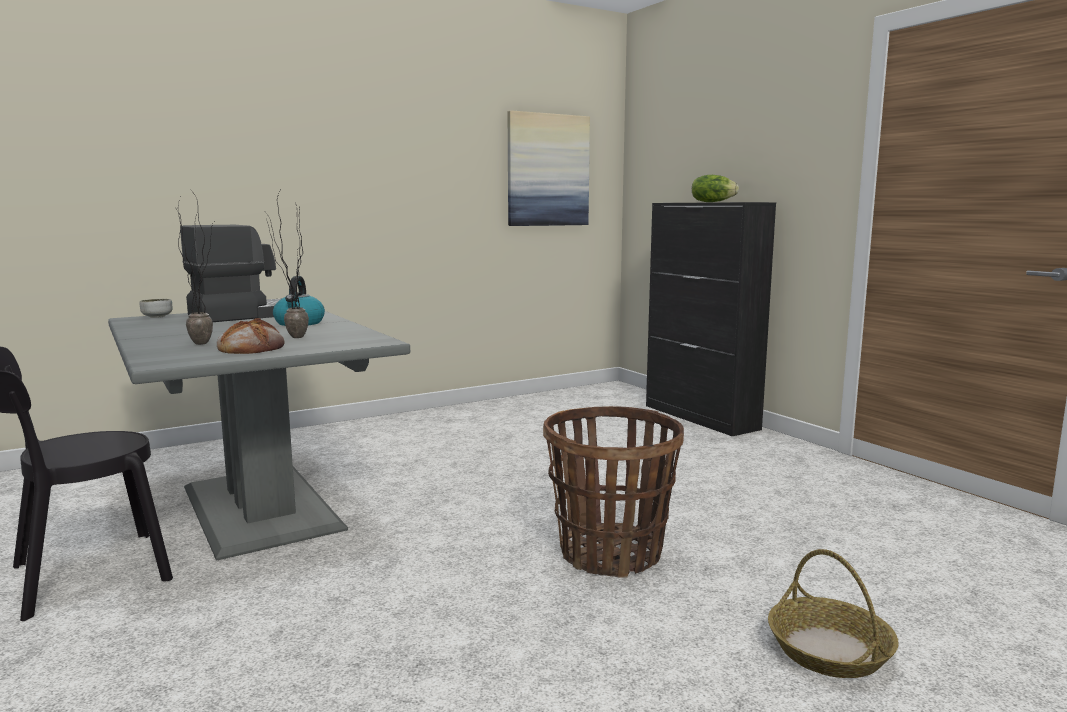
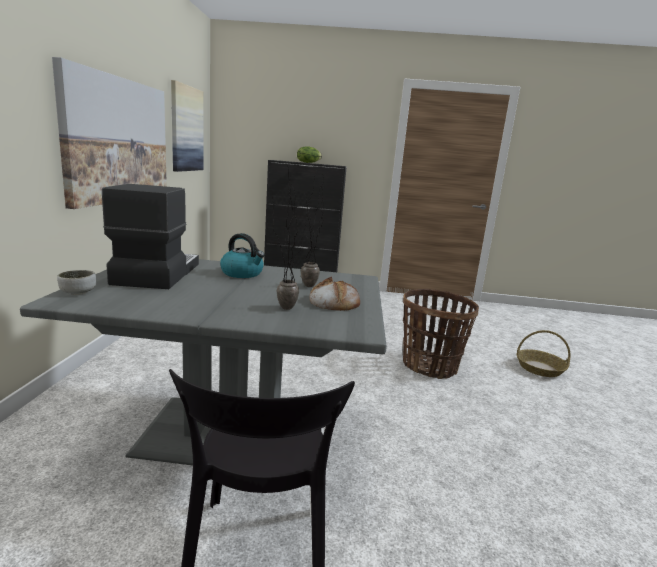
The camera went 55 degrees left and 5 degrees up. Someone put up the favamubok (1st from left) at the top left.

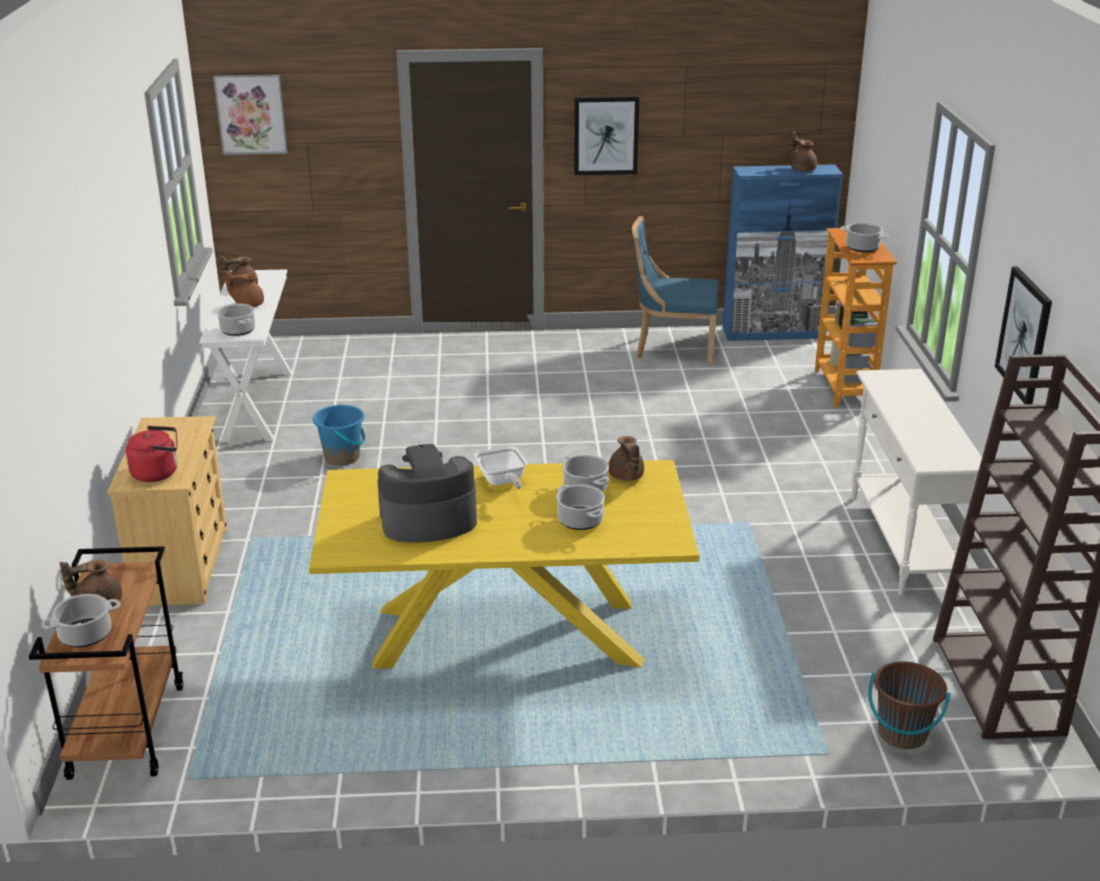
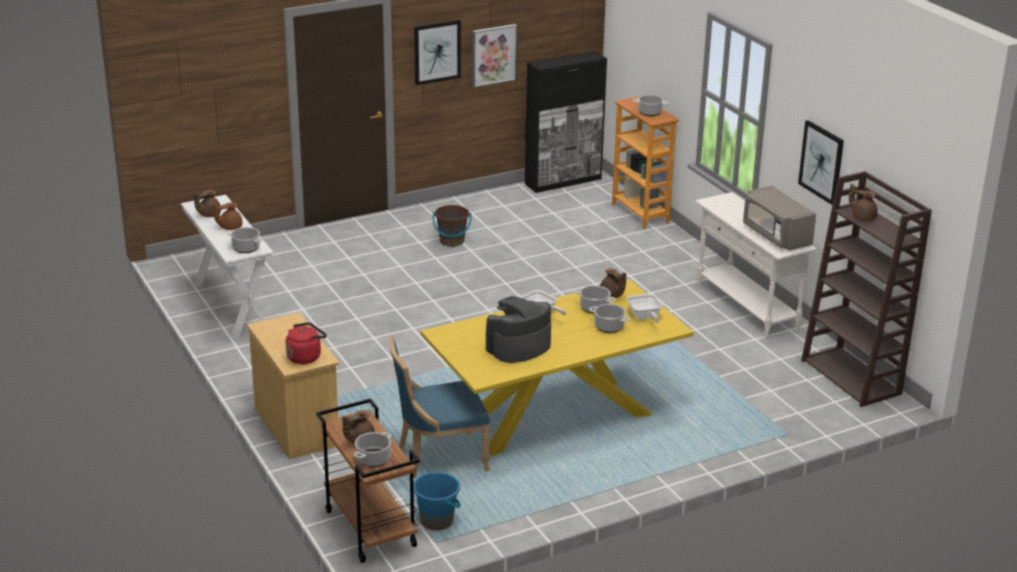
The camera went 25 degrees left and 0 degrees up. Someone carried the favamubok (1st from left in the first image) from the top left to the top centre. Someone carried the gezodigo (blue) from the middle left to the bottom centre. Someone carried the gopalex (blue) from the top centre to the bottom centre. Someone repainted the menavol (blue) at the top right, which became the menavol (black) at the top centre. Someone carried the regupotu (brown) (5th from left) from the top right to the middle right. Someone carried the gezodigo (brown) from the bottom right to the centre. Someone put down the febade (2nd from left) at the centre. Someone put down the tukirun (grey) at the middle right.

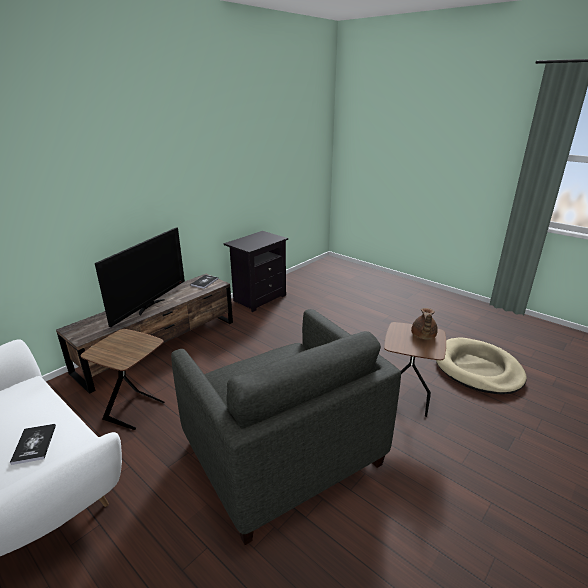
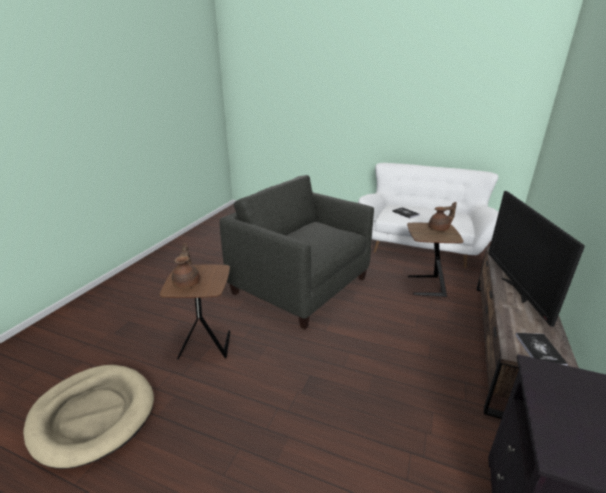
The camera went 160 degrees right and 0 degrees up. Someone put down the regupotu (brown) (2nd from left) at the middle right.

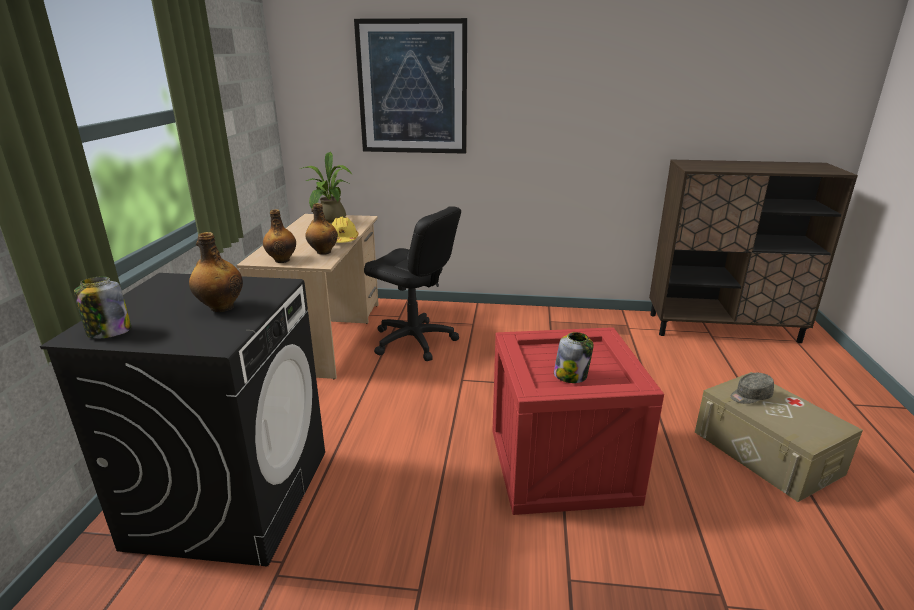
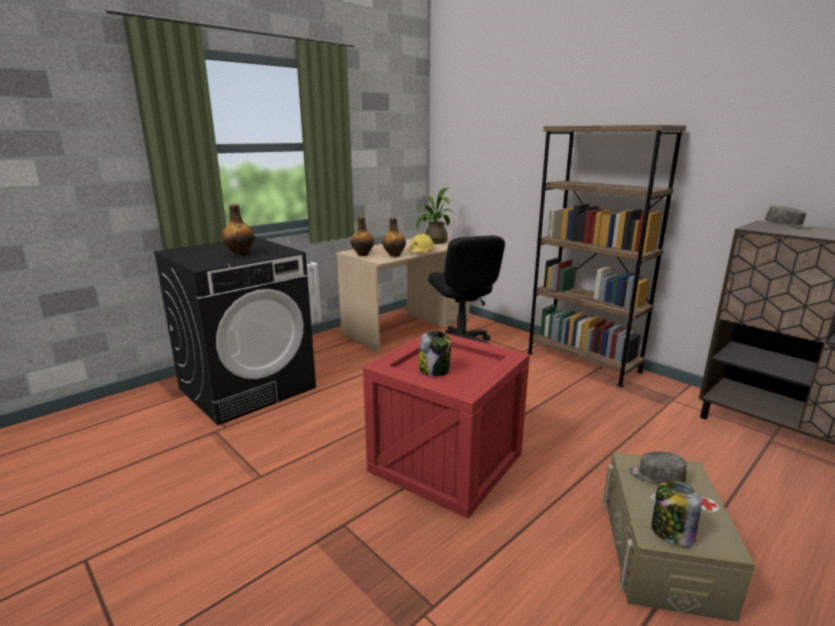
The camera went 40 degrees right and 5 degrees down. Someone carried the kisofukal (1st from left in the first image) from the middle left to the bottom right. Someone took away the favamubok at the top centre. Someone put down the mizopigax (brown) at the middle right. Someone put down the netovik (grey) (2nd from left) at the middle right.

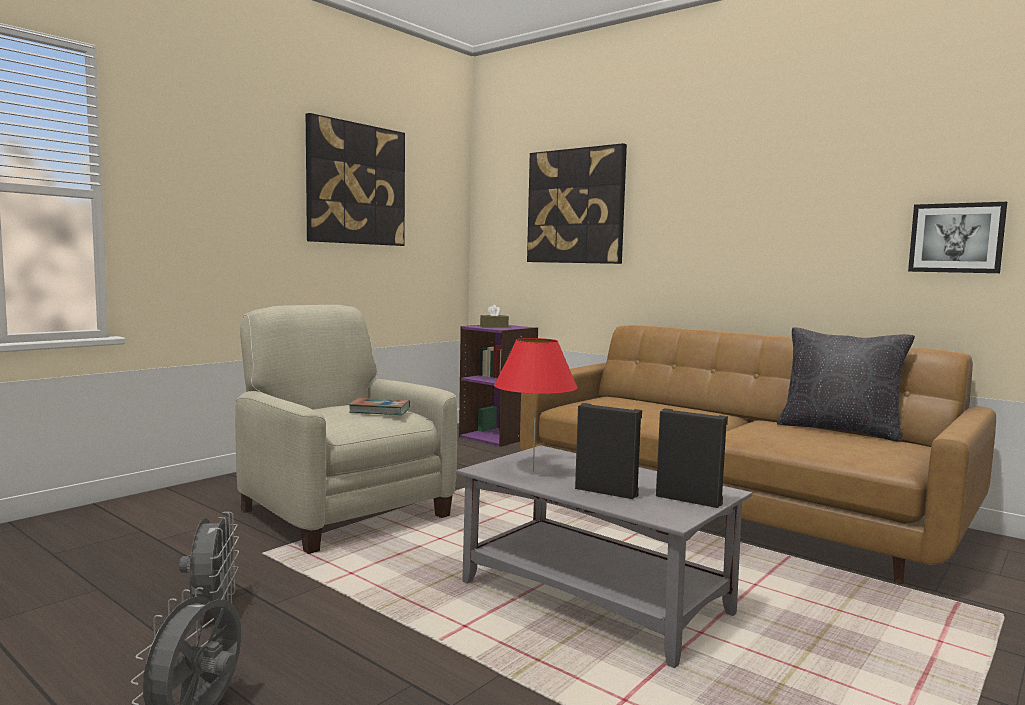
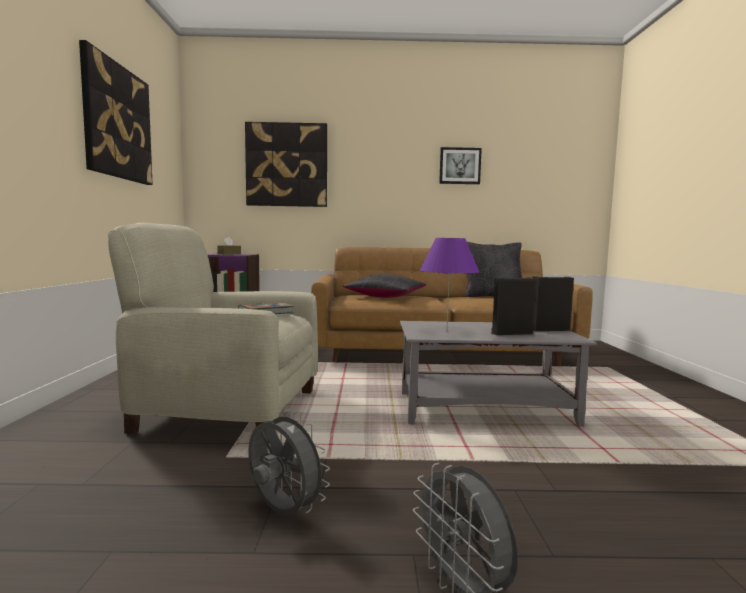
The camera went 40 degrees left and 0 degrees up. Someone repainted the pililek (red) at the centre, which became the pililek (purple) at the centre. Someone carried the favamubok (3rd from left) from the middle right to the top centre. Someone put down the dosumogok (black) (1st from left) at the centre.

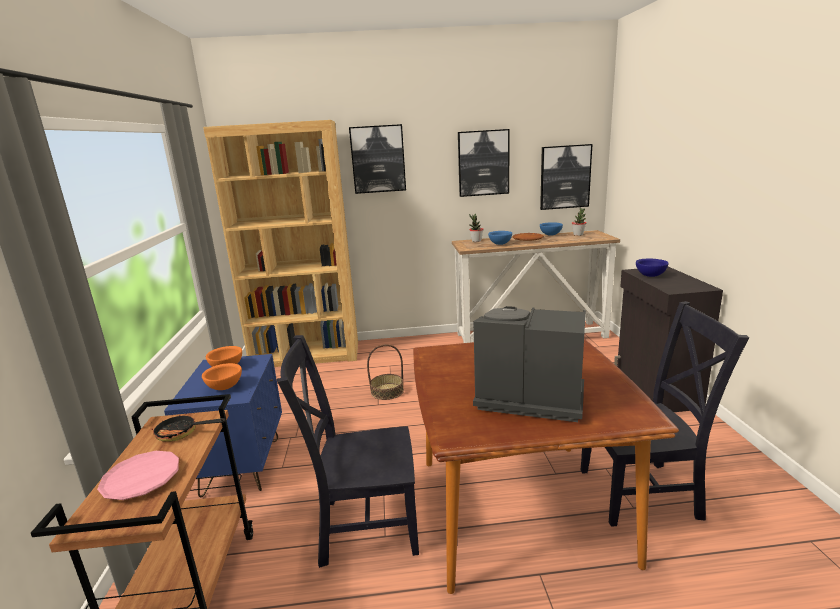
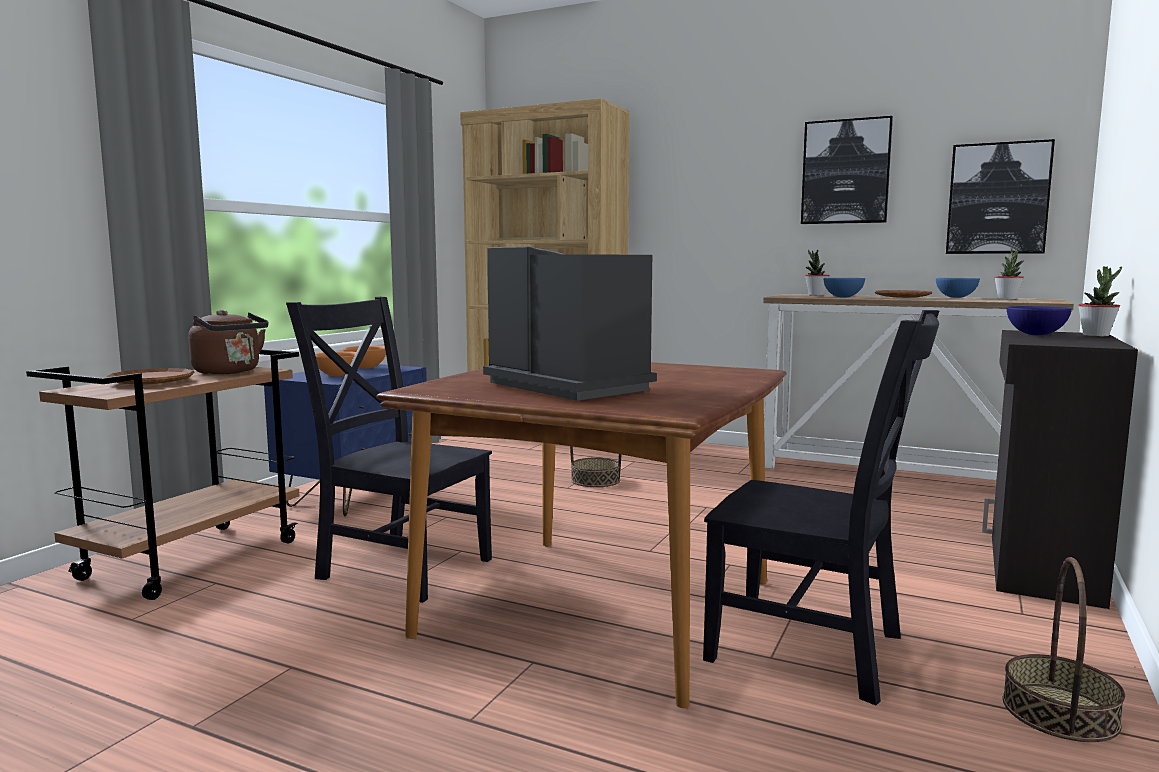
The camera went 30 degrees right and 10 degrees down. Someone repainted the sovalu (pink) at the bottom left, which became the sovalu (brown) (1st from left) at the middle left. Someone swapped the febade at the bottom left for the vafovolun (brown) at the middle left. Someone took away the favamubok (1st from left) at the top centre. Someone put down the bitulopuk (2nd from left) at the bottom right. Someone put down the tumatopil (3rd from left) at the middle right.

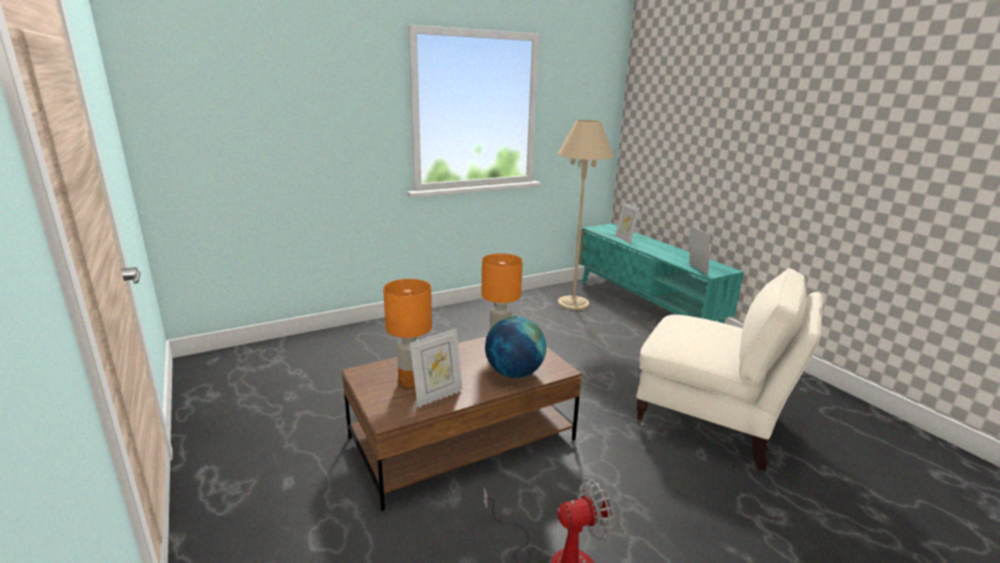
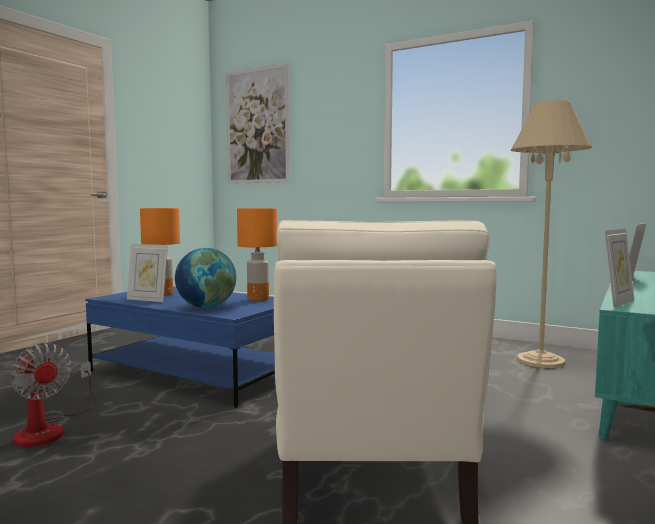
The camera went 60 degrees right and 15 degrees down. Someone repainted the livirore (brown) at the bottom centre, which became the livirore (blue) at the middle left. Someone put up the favamubok at the top centre.

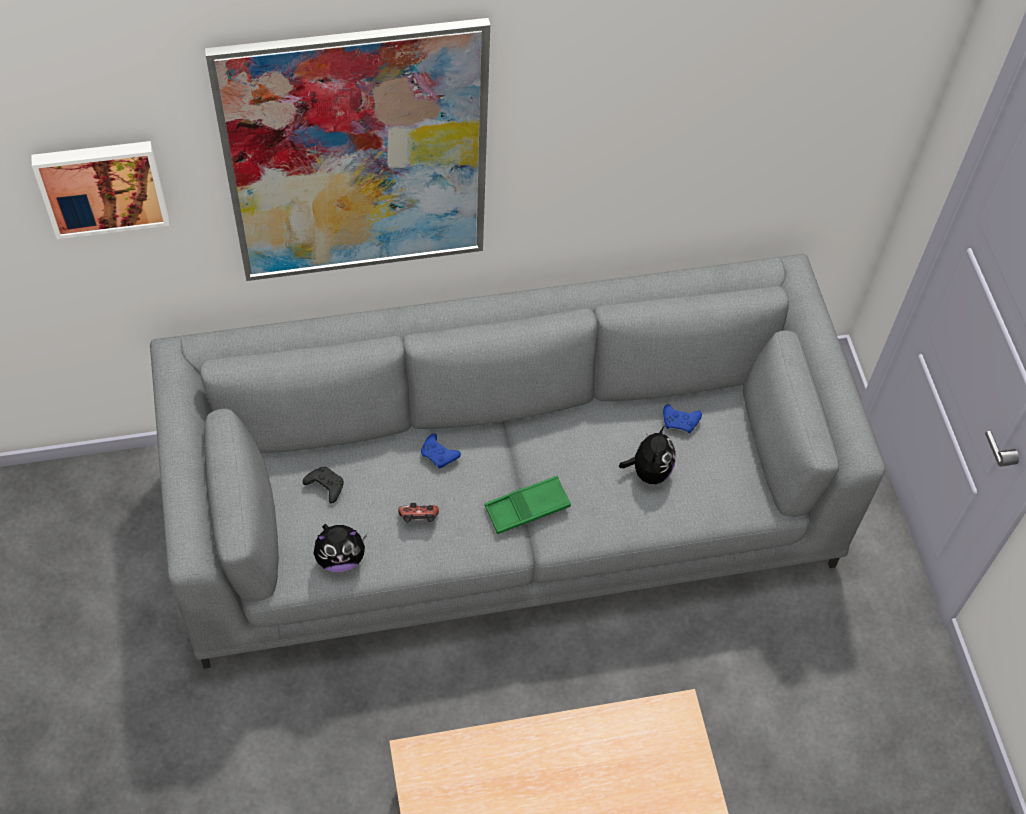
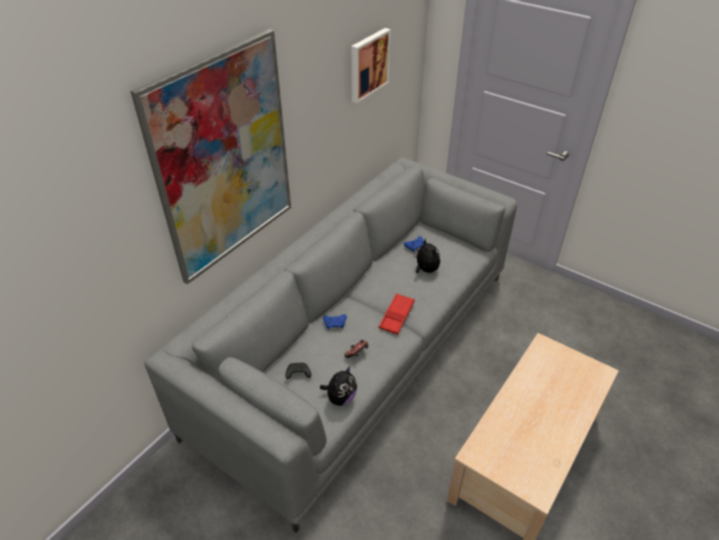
The camera went 40 degrees left and 15 degrees down. Someone carried the favamubok (1st from left in the first image) from the top left to the top centre. Someone repainted the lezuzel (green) at the centre, which became the lezuzel (red) at the centre.

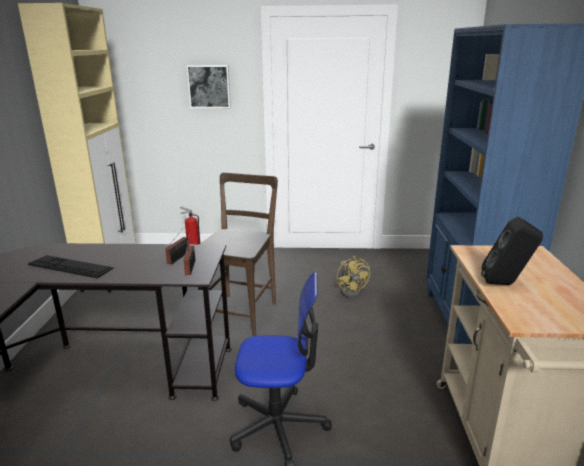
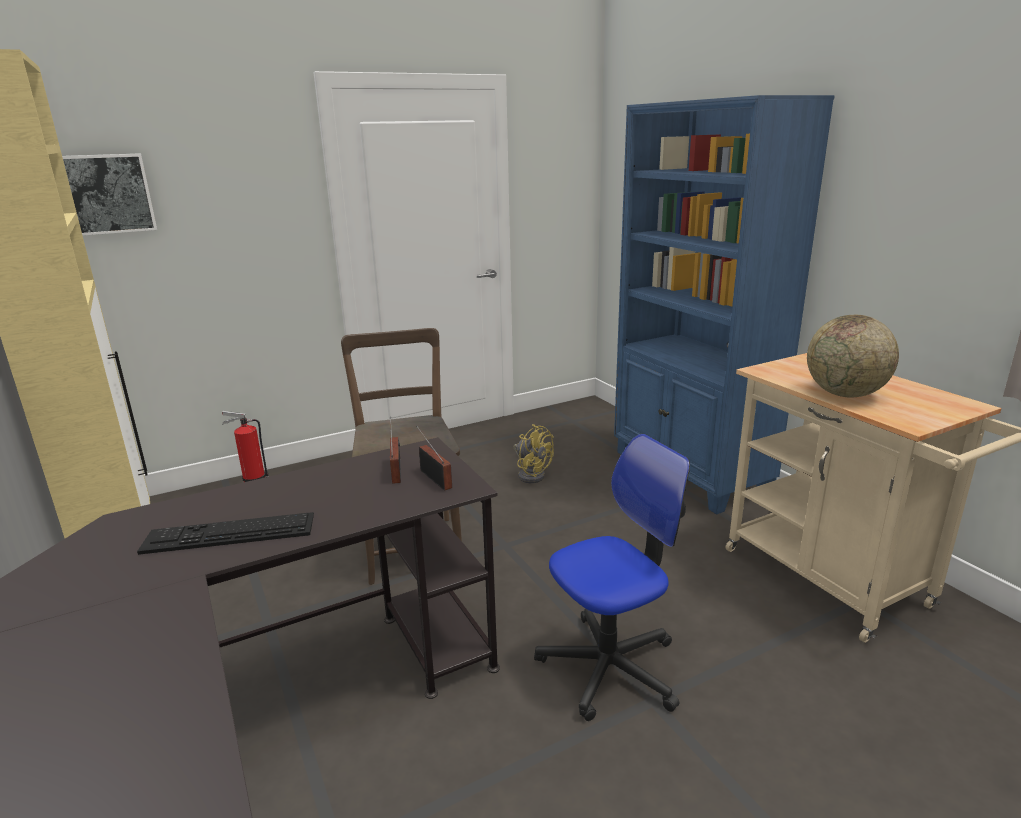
The camera went 30 degrees left and 0 degrees up. Someone carried the favamubok from the top centre to the top left. Someone swapped the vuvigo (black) at the middle right for the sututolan at the middle right.

